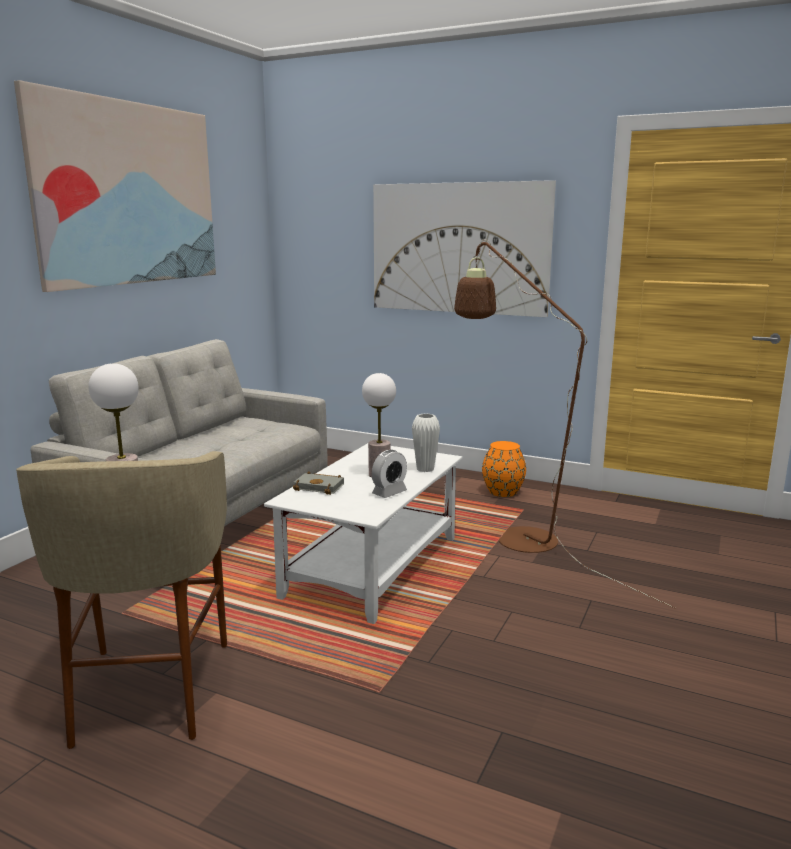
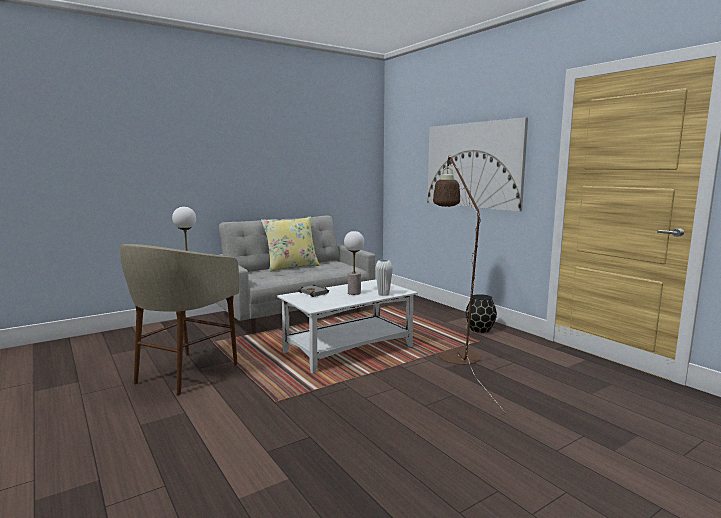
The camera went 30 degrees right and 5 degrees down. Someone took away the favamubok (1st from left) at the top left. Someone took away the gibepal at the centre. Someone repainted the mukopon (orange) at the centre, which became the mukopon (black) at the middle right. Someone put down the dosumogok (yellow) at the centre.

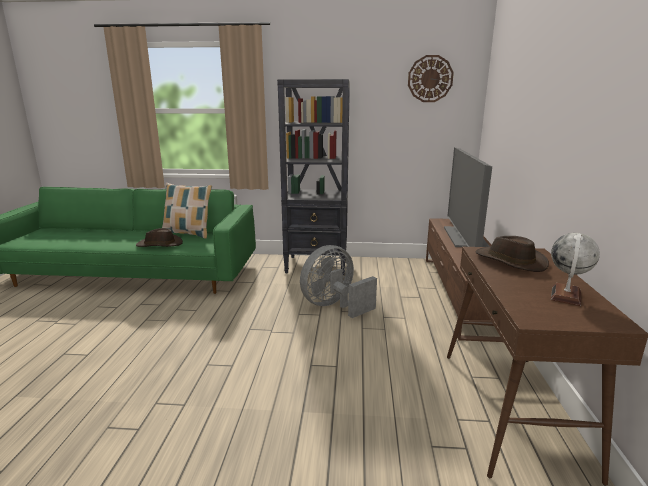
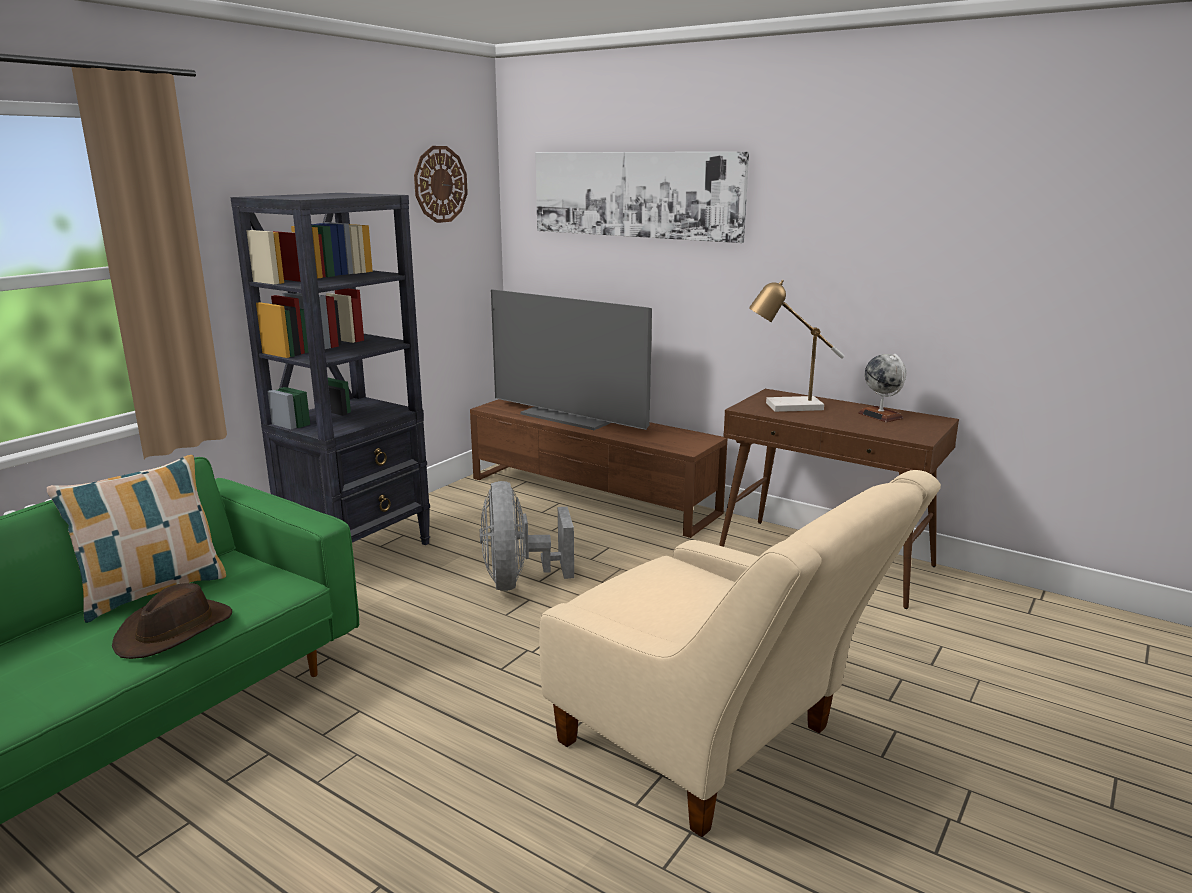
The camera went 60 degrees left and 0 degrees up. Someone swapped the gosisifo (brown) (2nd from left) at the middle right for the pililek at the middle right. Someone put up the favamubok at the top centre. Someone put down the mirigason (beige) at the bottom centre.

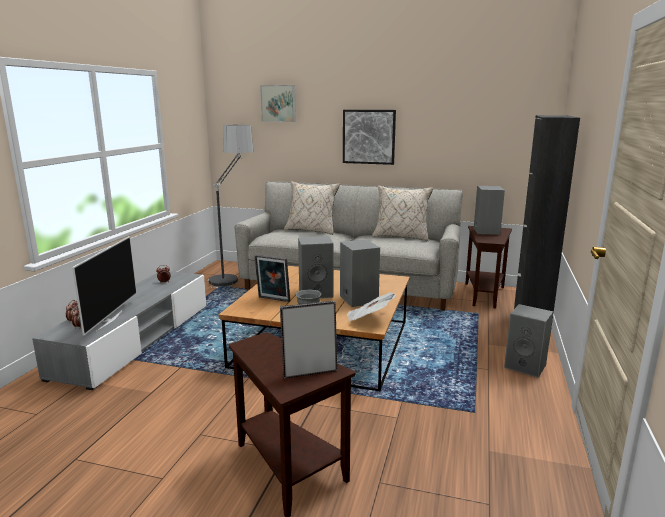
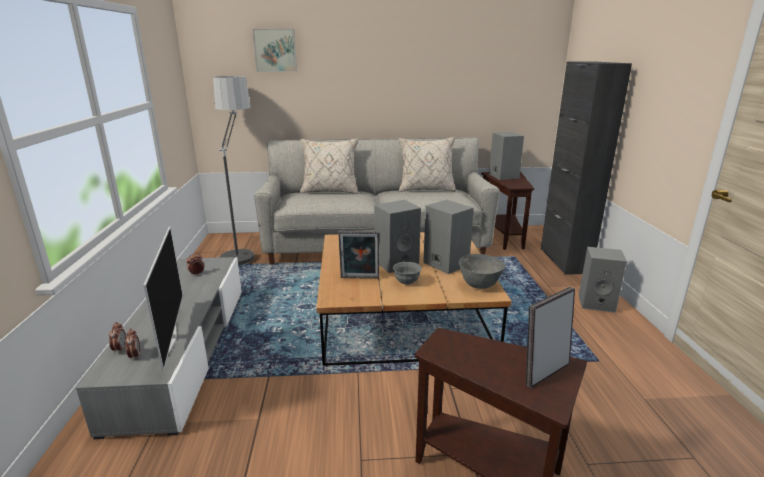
The camera went 20 degrees left and 5 degrees up. Someone took away the favamubok (2nd from left) at the top centre. Someone swapped the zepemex at the centre for the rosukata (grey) (2nd from left) at the centre.

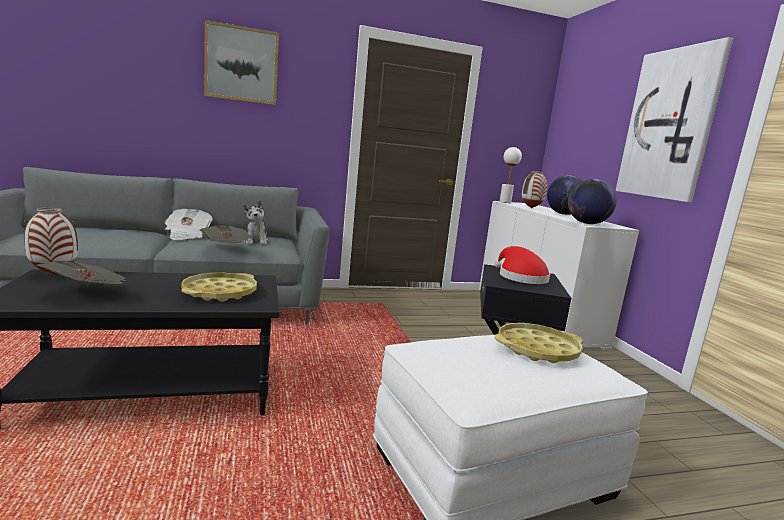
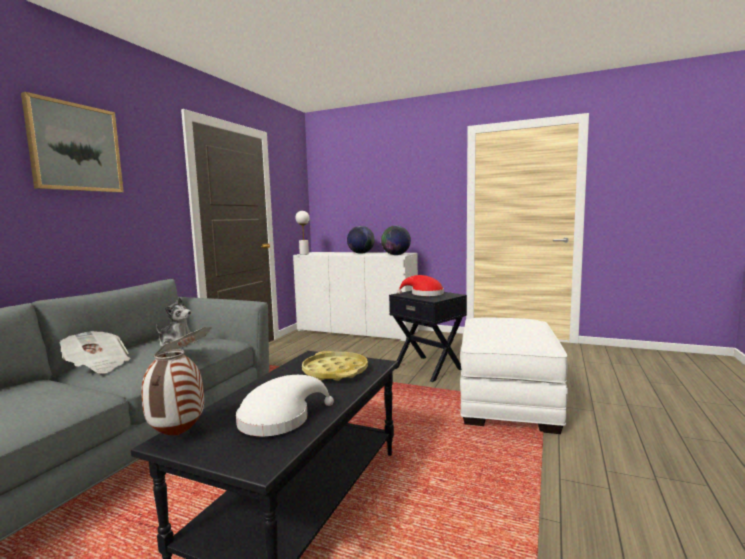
The camera went 50 degrees left and 5 degrees down. Someone swapped the zepemex (1st from left) at the middle left for the gosisifo (white) at the bottom centre. Someone took away the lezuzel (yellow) (2nd from left) at the middle right. Someone took away the mukopon (2nd from left) at the middle right. Someone took away the favamubok (2nd from left) at the top right.

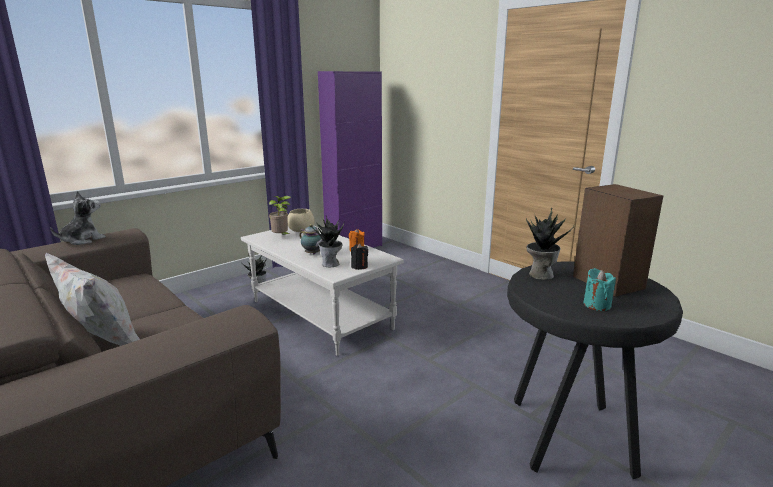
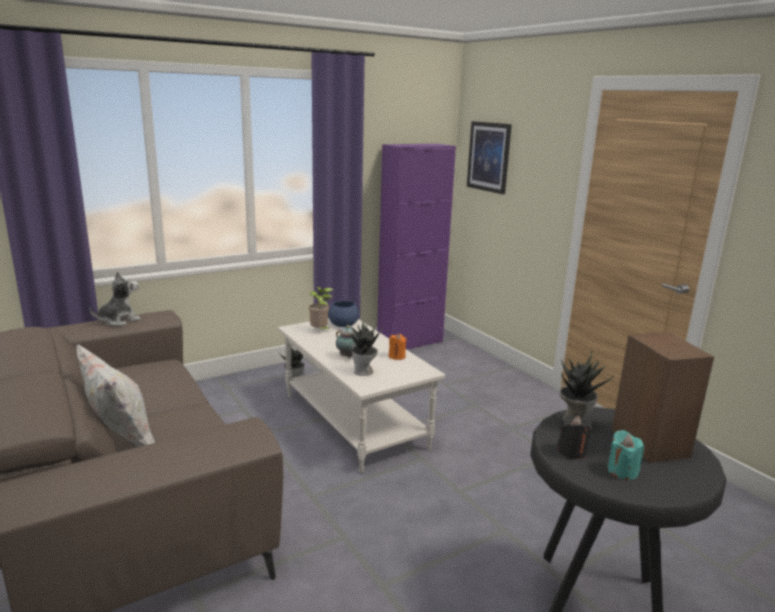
The camera went 10 degrees right and 0 degrees up. Someone repainted the rosukata (beige) at the centre, which became the rosukata (blue) at the centre. Someone carried the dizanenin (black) from the centre to the bottom right. Someone put up the favamubok at the top centre.

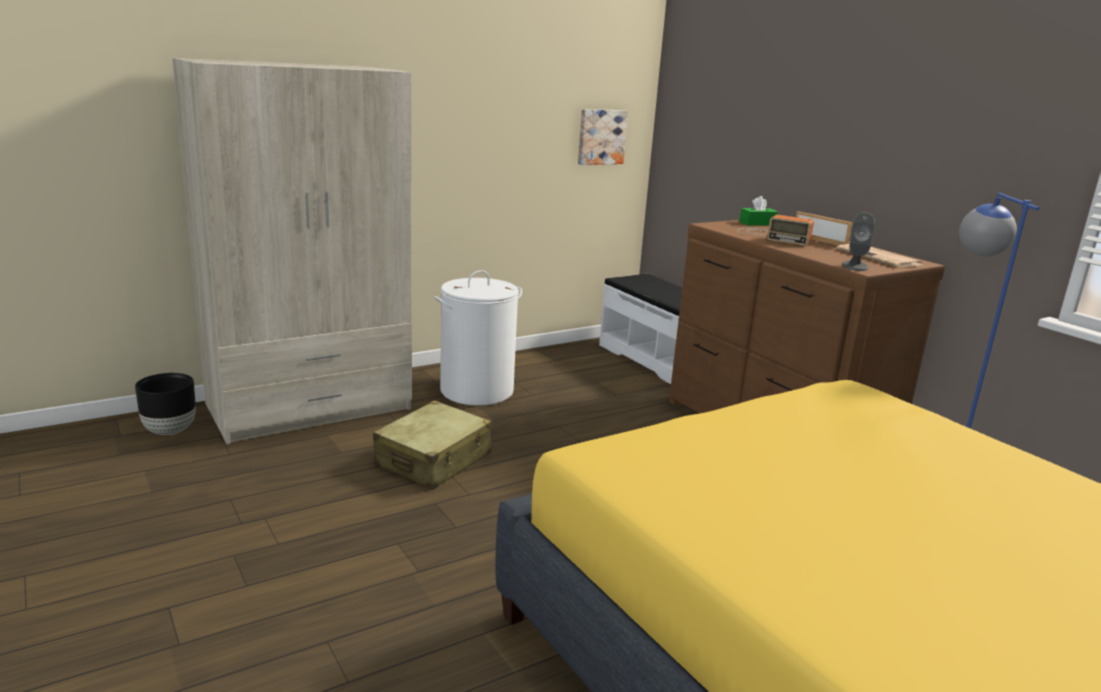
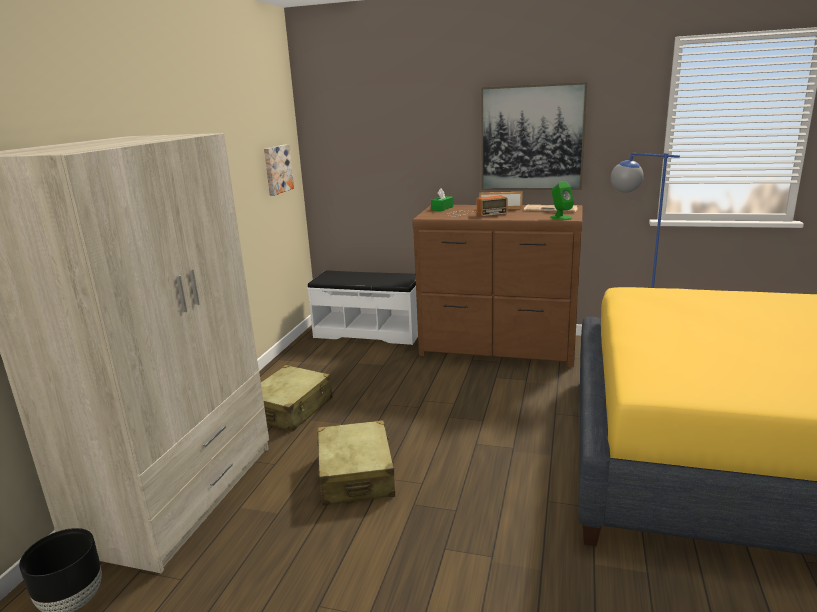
The camera went 40 degrees left and 0 degrees up. Someone swapped the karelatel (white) at the centre for the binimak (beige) (1st from left) at the centre. Someone repainted the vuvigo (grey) at the middle right, which became the vuvigo (green) at the top right. Someone put up the favamubok (2nd from left) at the top centre.

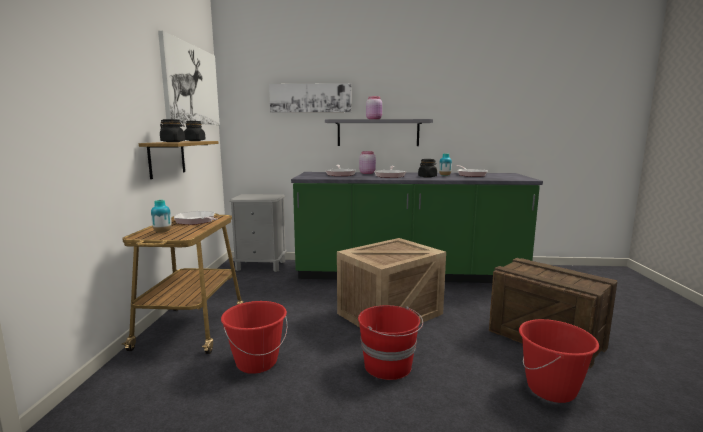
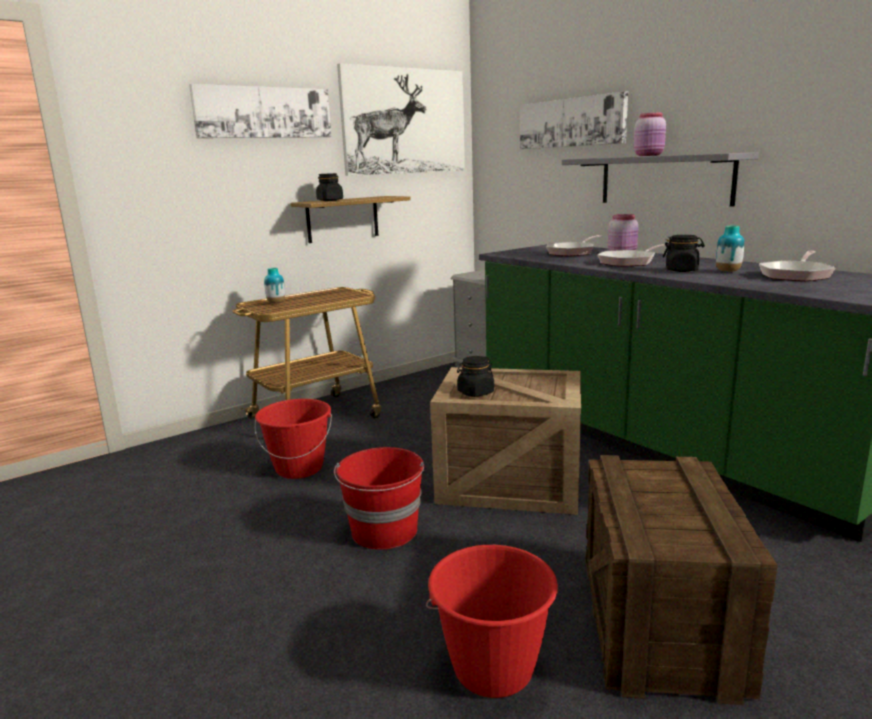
The camera went 50 degrees right and 5 degrees up. Someone took away the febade (1st from left) at the middle left. Someone carried the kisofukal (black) (2nd from left) from the top left to the centre. Someone put up the favamubok (1st from left) at the top left.

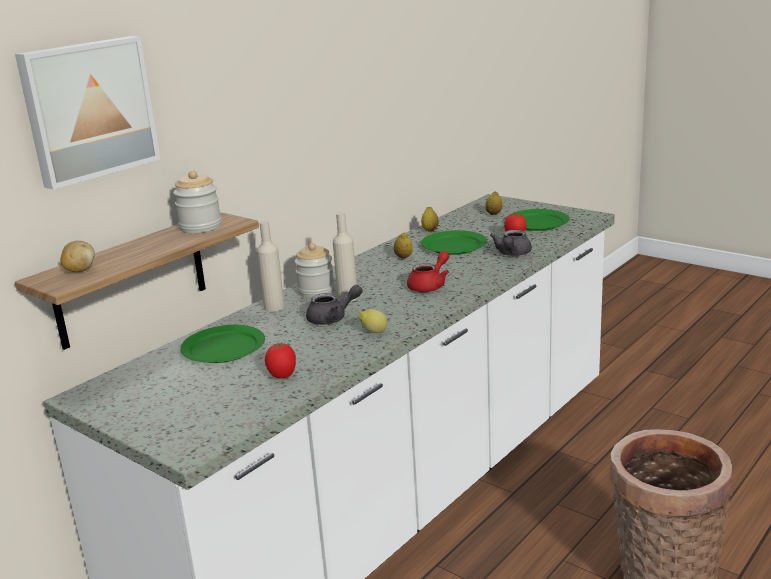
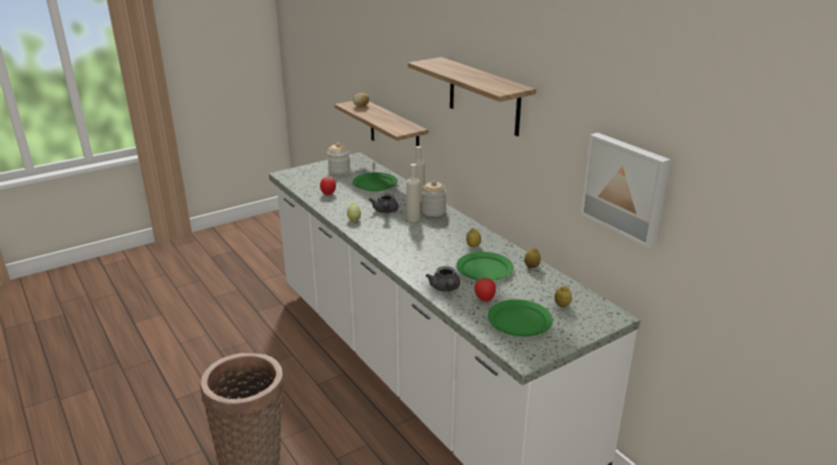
The camera went 105 degrees right and 5 degrees up. Someone carried the favamubok from the top left to the middle right. Someone carried the kisofukal (1st from left) from the middle left to the centre. Someone took away the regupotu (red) at the centre. Someone rotated the regupotu (grey) (2nd from left) at the centre by 135 degrees counterclockwise. Someone put up the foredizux (2nd from left) at the top centre.

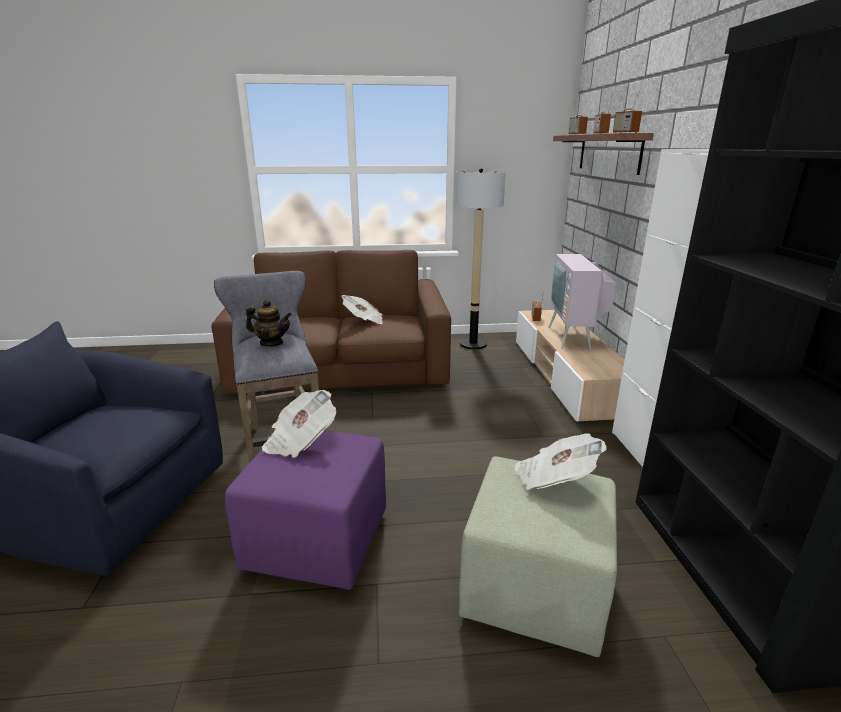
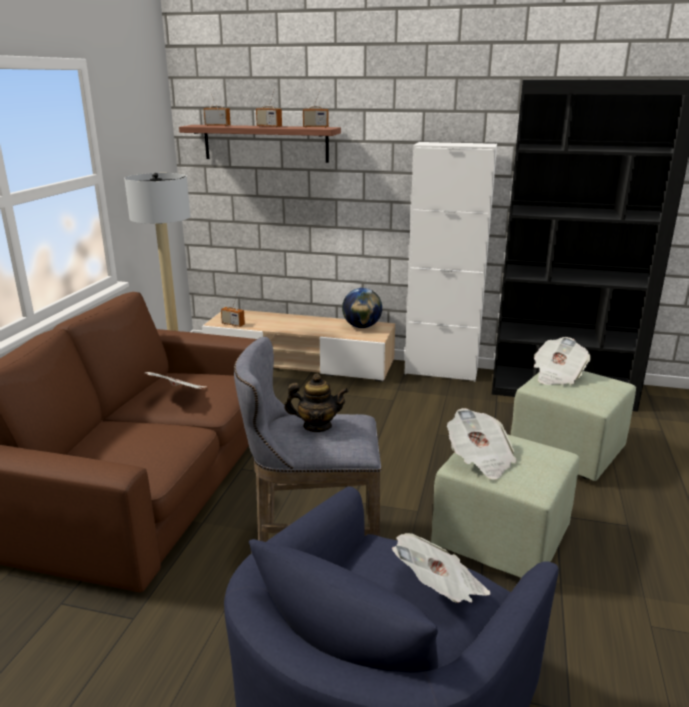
The camera went 70 degrees left and 0 degrees up. Someone repainted the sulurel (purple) at the bottom centre, which became the sulurel (green) (1st from left) at the bottom right. Someone rotated the regupotu at the middle left by 60 degrees clockwise. Someone took away the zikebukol at the middle right. Someone put down the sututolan at the centre. Someone put down the zepemex (2nd from left) at the bottom centre.

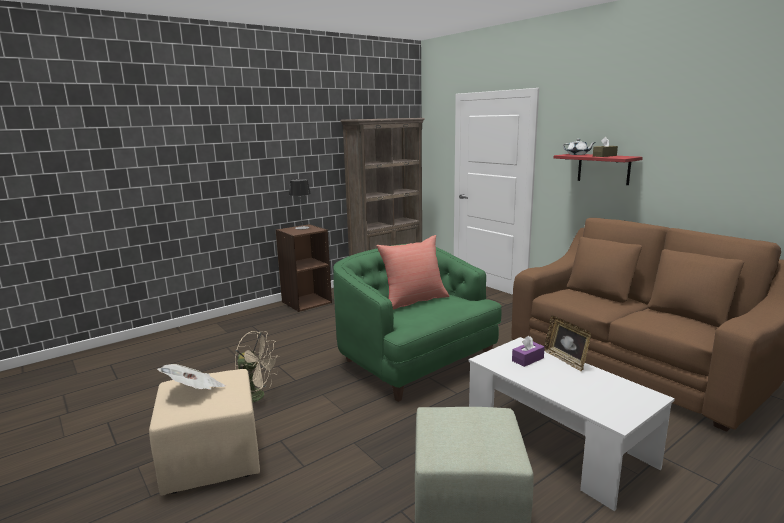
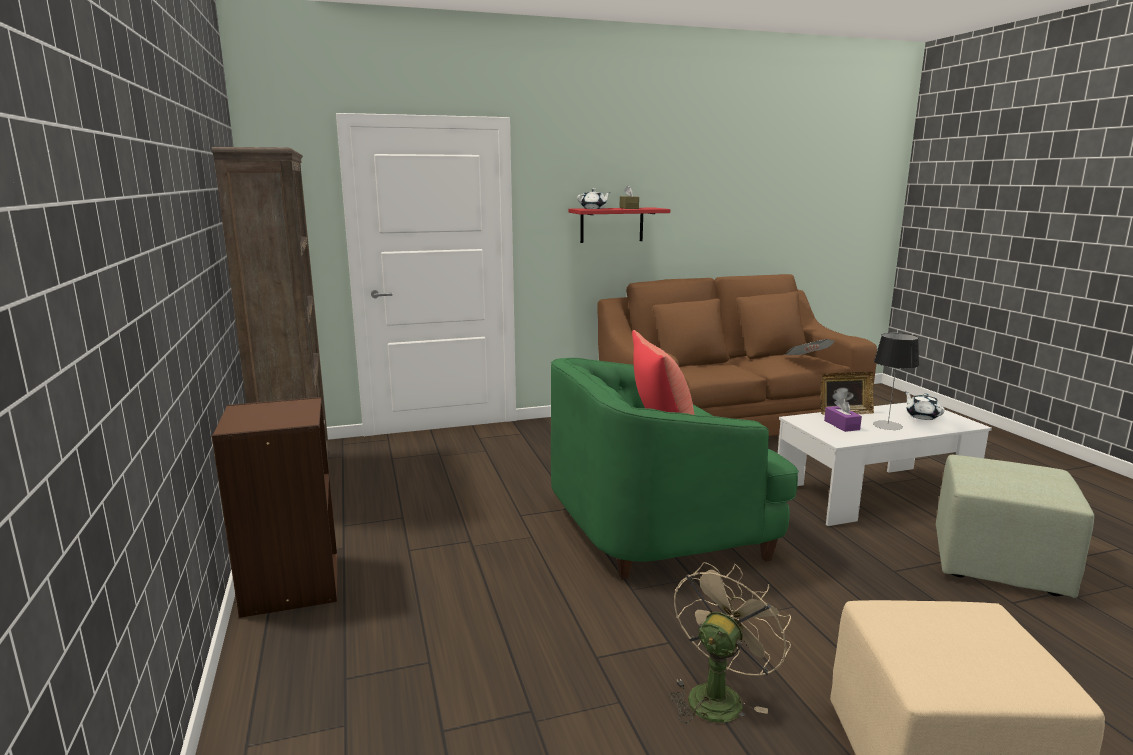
The camera went 70 degrees left and 0 degrees up. Someone carried the zepemex from the bottom left to the middle right. Someone carried the pililek from the centre to the middle right. Someone put down the regupotu (white) (2nd from left) at the middle right.

